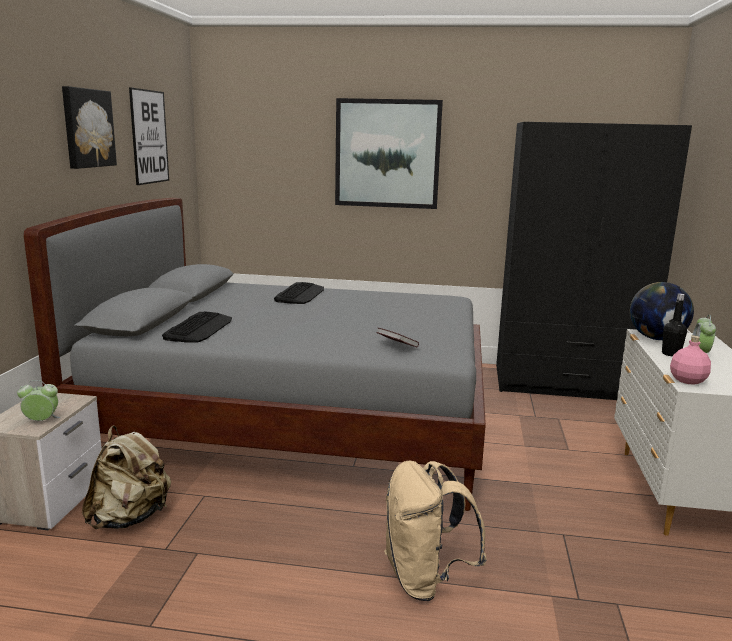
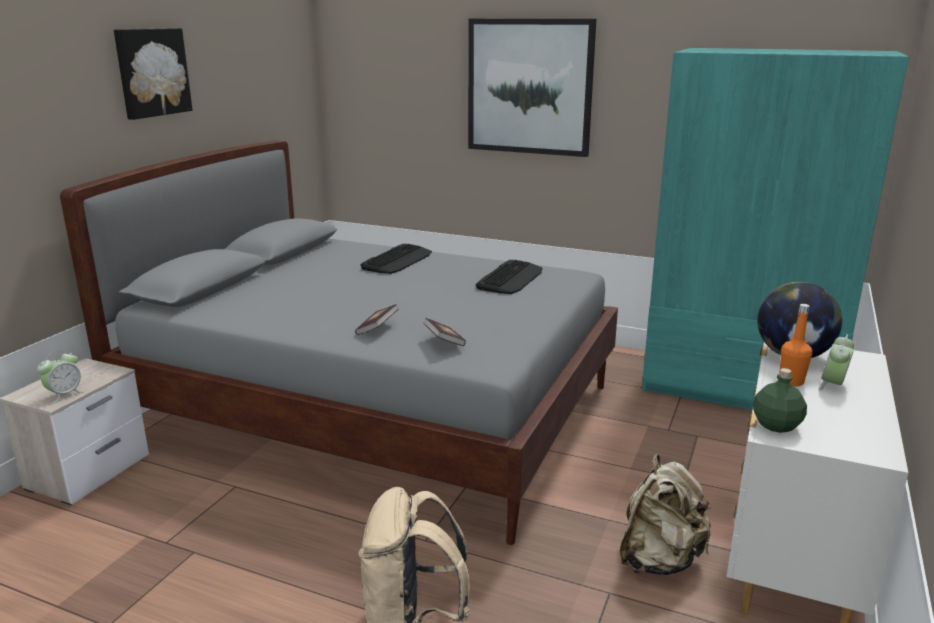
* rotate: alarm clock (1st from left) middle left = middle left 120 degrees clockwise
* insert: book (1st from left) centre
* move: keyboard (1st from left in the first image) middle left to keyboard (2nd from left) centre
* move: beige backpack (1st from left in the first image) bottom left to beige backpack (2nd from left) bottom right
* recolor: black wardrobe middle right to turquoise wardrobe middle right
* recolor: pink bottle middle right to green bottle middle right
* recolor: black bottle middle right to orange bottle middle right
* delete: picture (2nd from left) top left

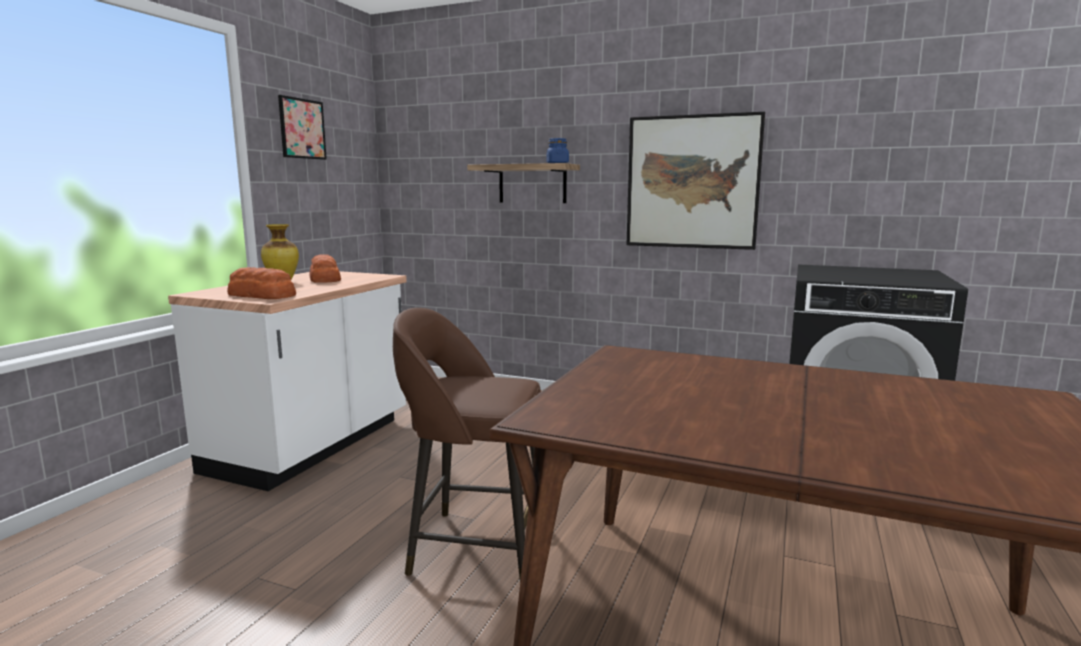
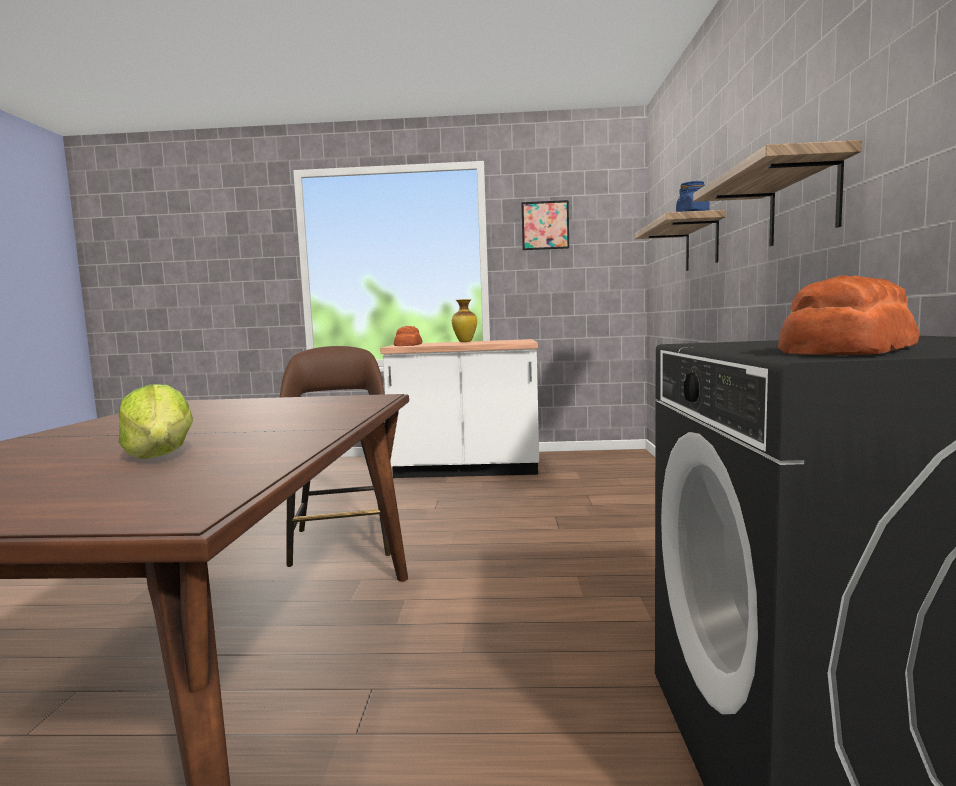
* insert: lettuce middle left
* replace: picture (2nd from left) top centre to shelf (2nd from left) top right
* move: bread (2nd from left) middle left to middle right

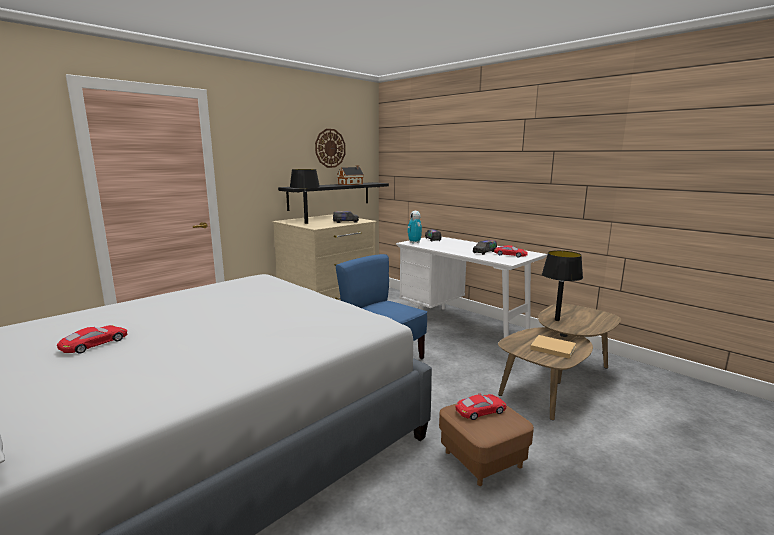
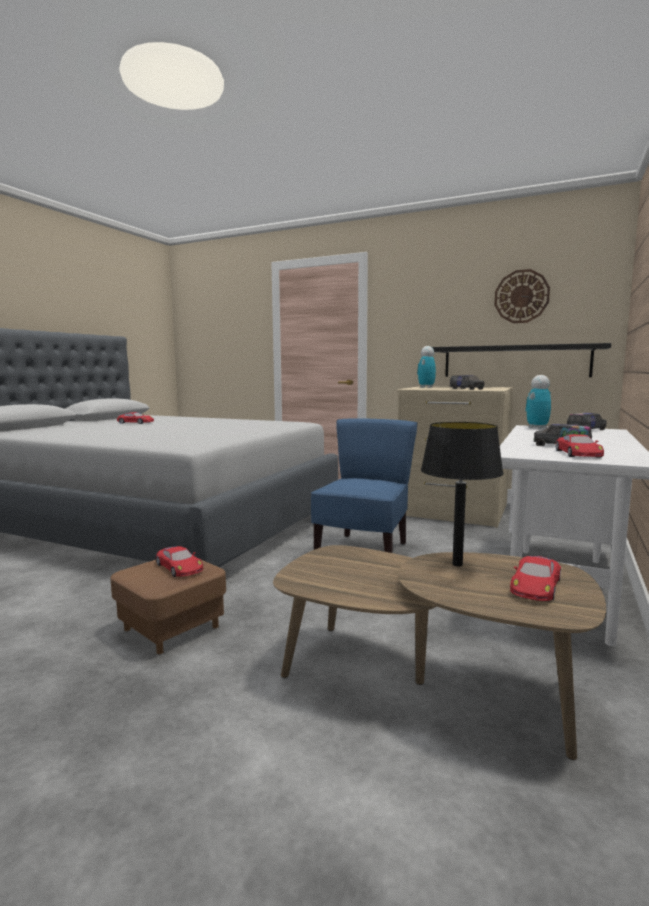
* replace: black table lamp (1st from left) centre to toy robot (1st from left) centre
* insert: red toy car (3rd from left) middle right
* delete: toy house top centre
* delete: beige book middle right

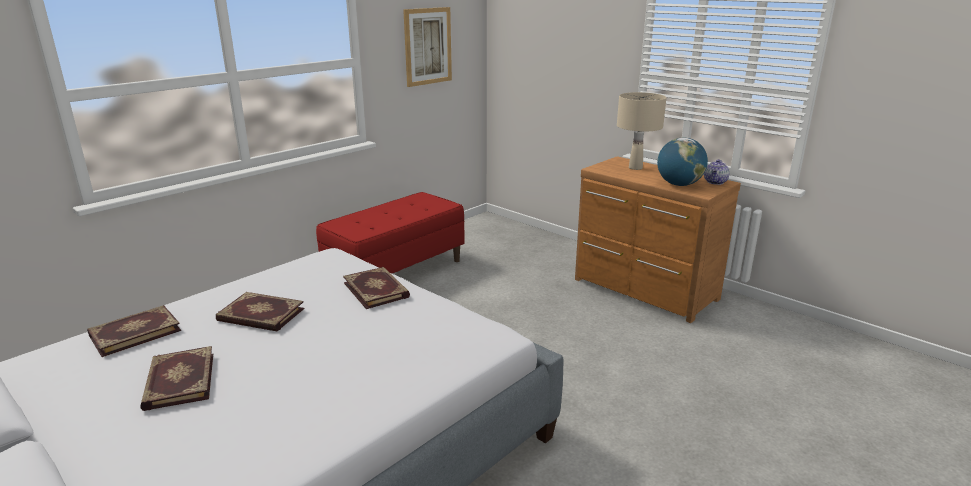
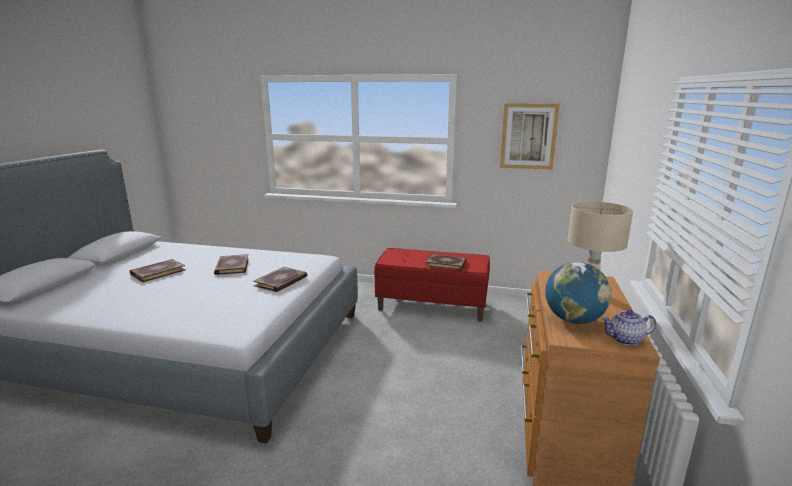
* move: book (1st from left in the first image) bottom left to book (4th from left) centre

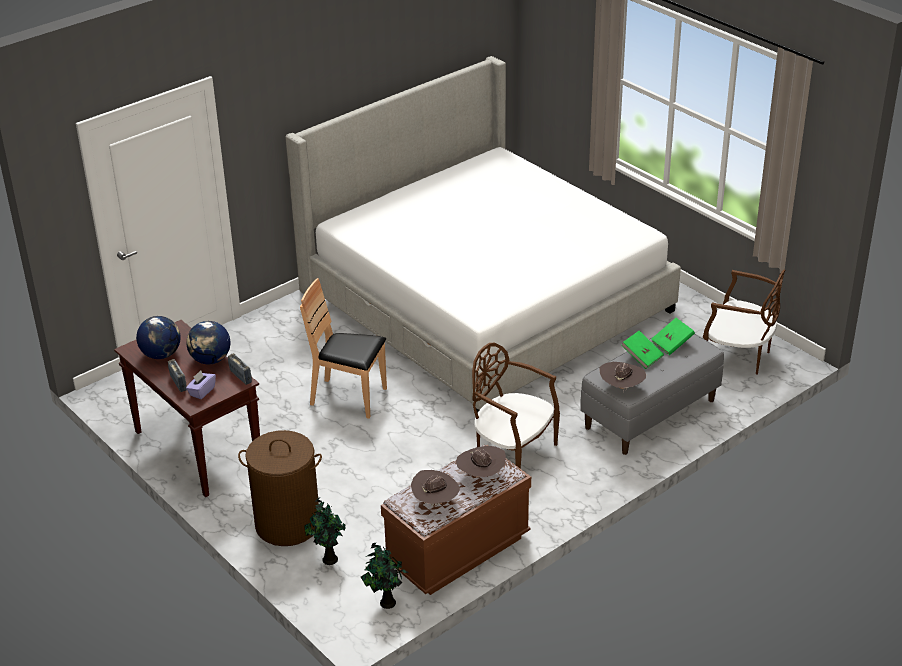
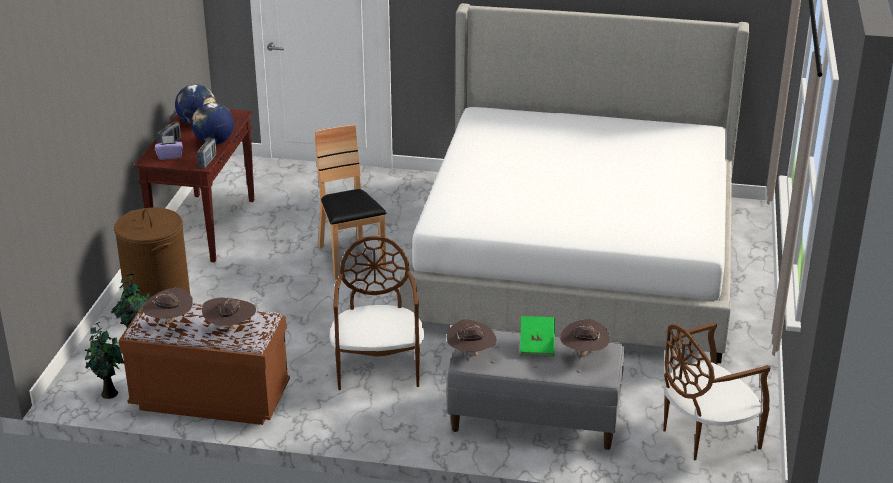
* replace: green book (2nd from left) middle right to brown hat (4th from left) bottom centre
* rotate: brown chair (3rd from left) middle right = bottom right 75 degrees clockwise

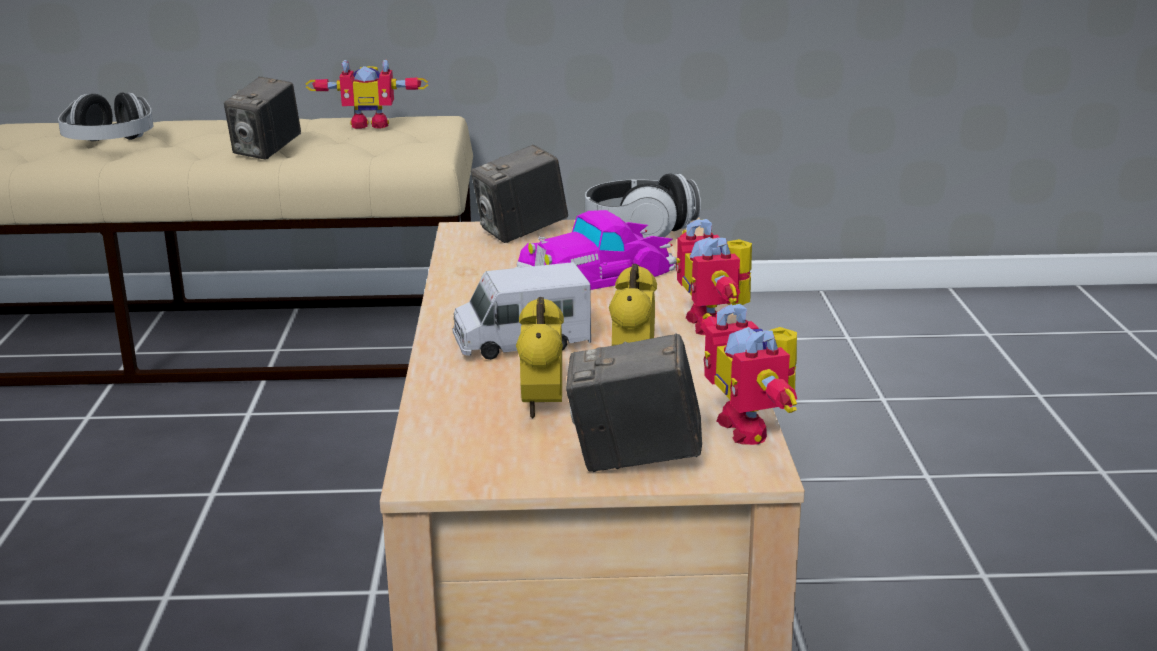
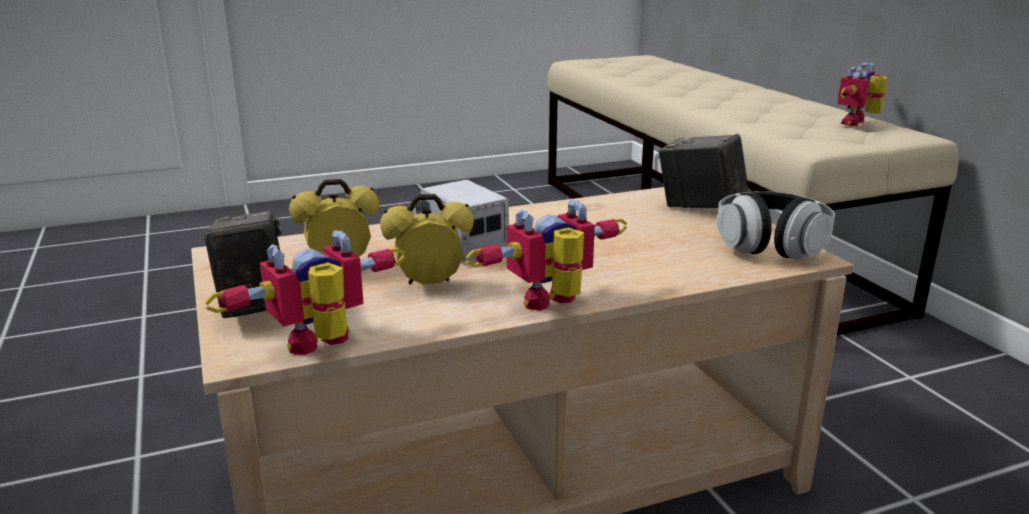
* rotate: toy robot (1st from left in the first image) top left = top right 60 degrees clockwise
* delete: headphones (1st from left) top left
* delete: photo camera (1st from left) top left
* delete: toy car centre

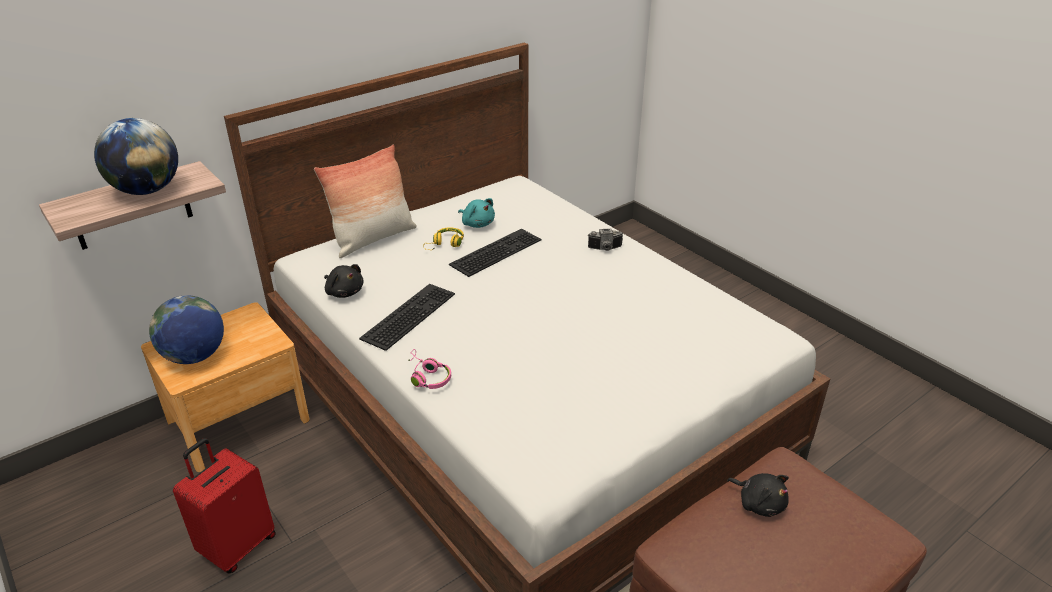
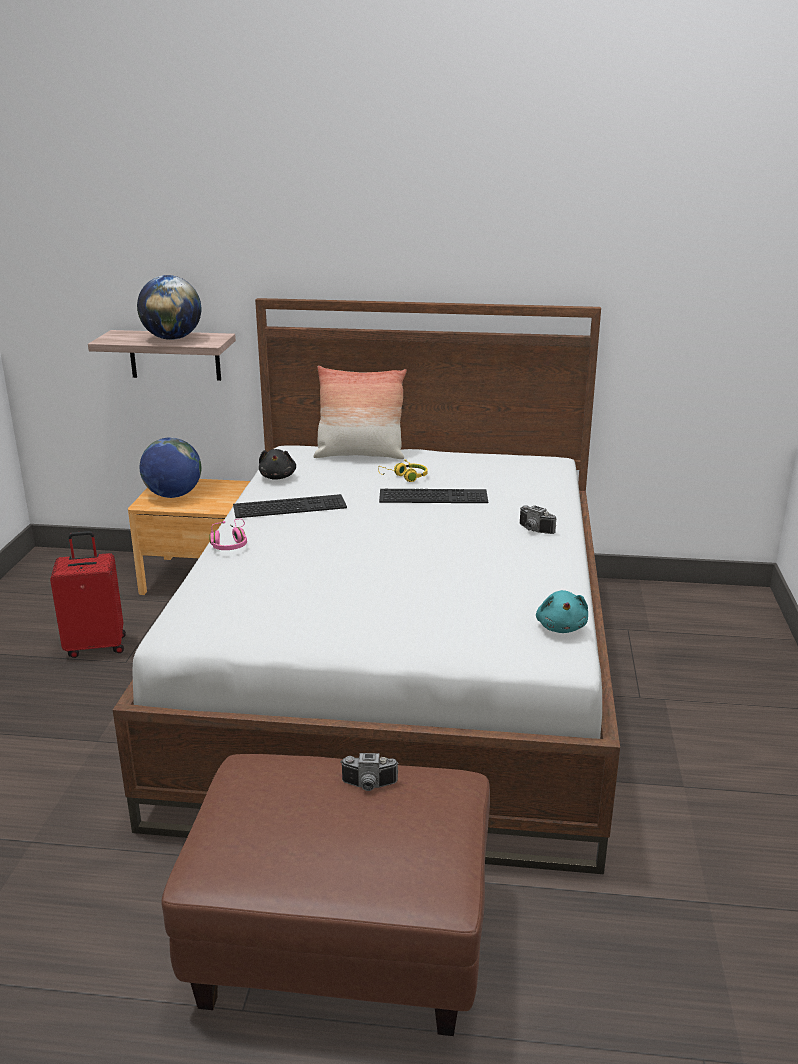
* replace: black plush toy (2nd from left) bottom right to photo camera (1st from left) bottom centre
* move: turquoise plush toy centre to middle right

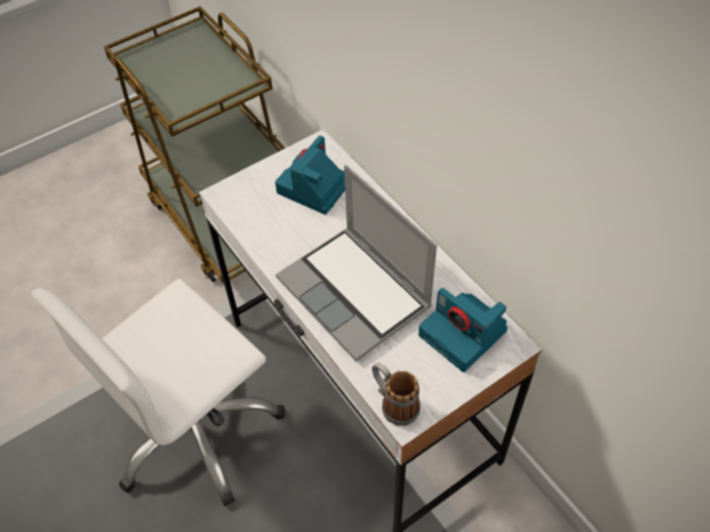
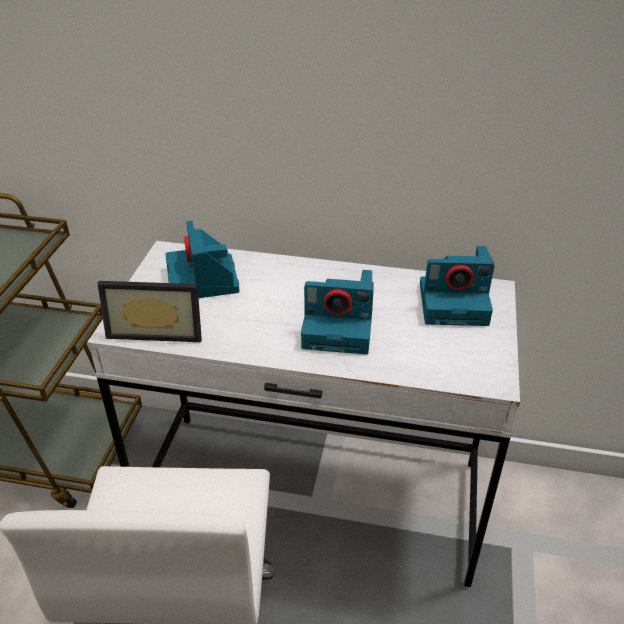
* insert: picture frame middle left
* replace: laptop centre to photo camera (2nd from left) centre
* delete: mug bottom centre

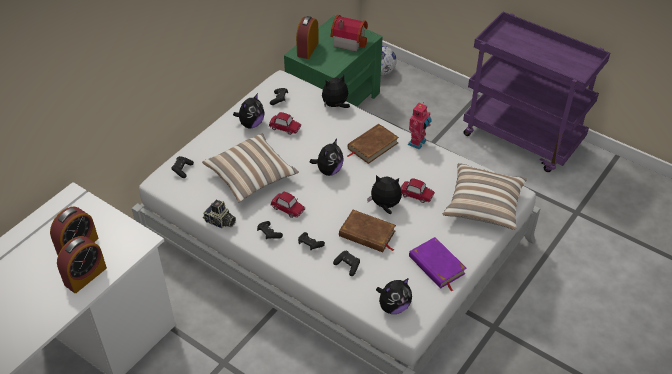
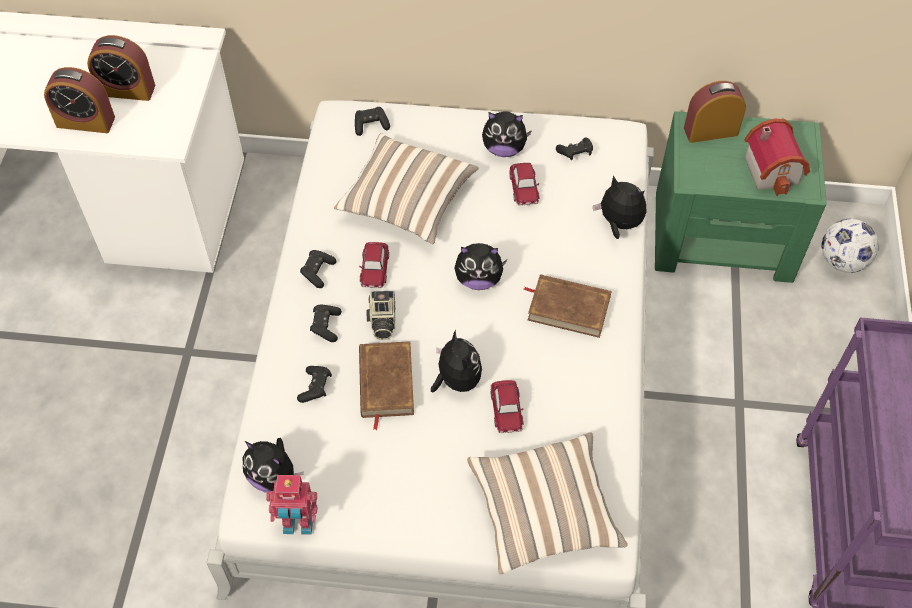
* move: toy robot centre to bottom left
* move: photo camera middle left to centre
* delete: purple book bottom centre

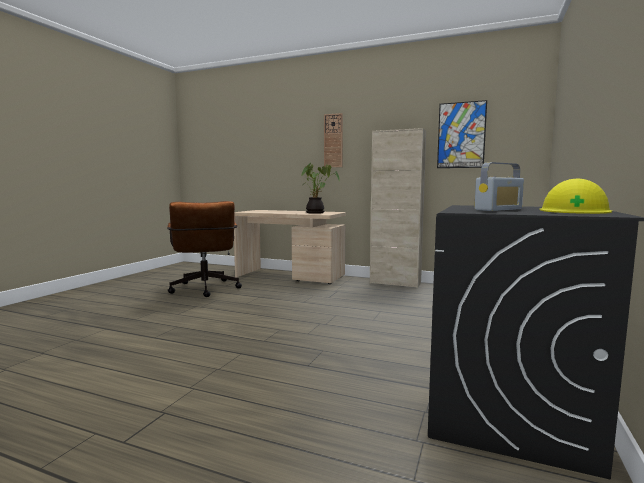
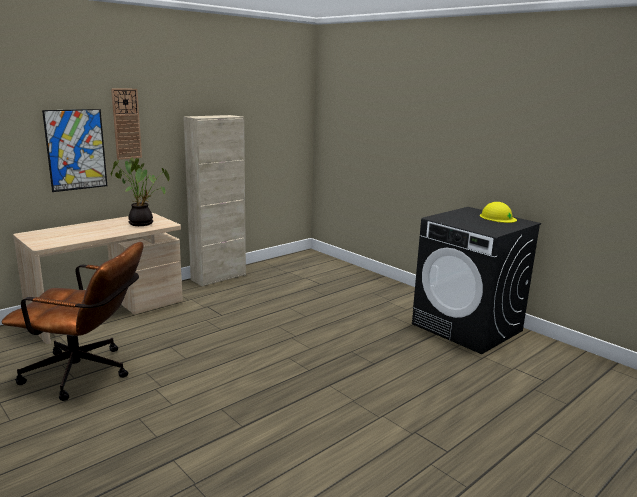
* move: picture top right to top left
* delete: radio middle right

